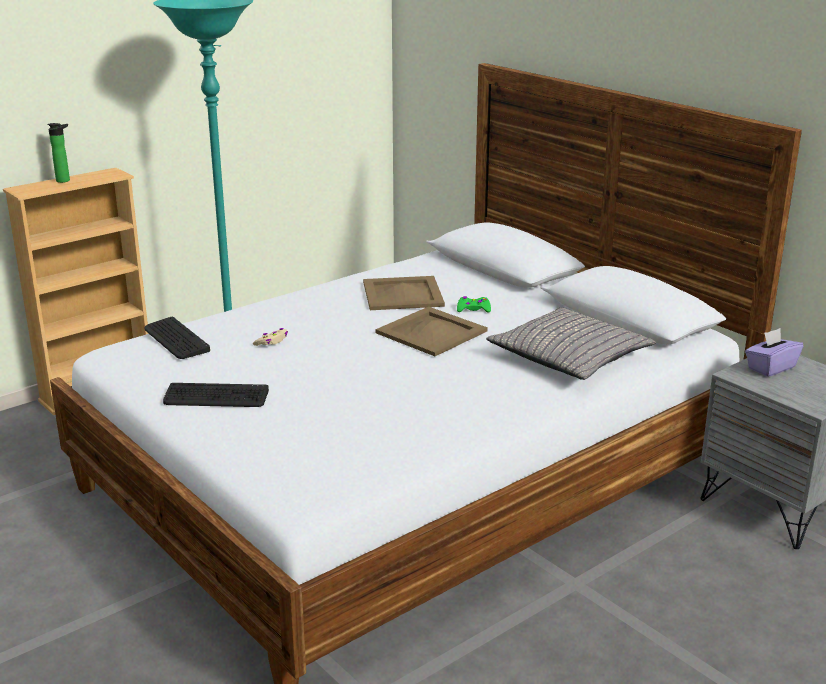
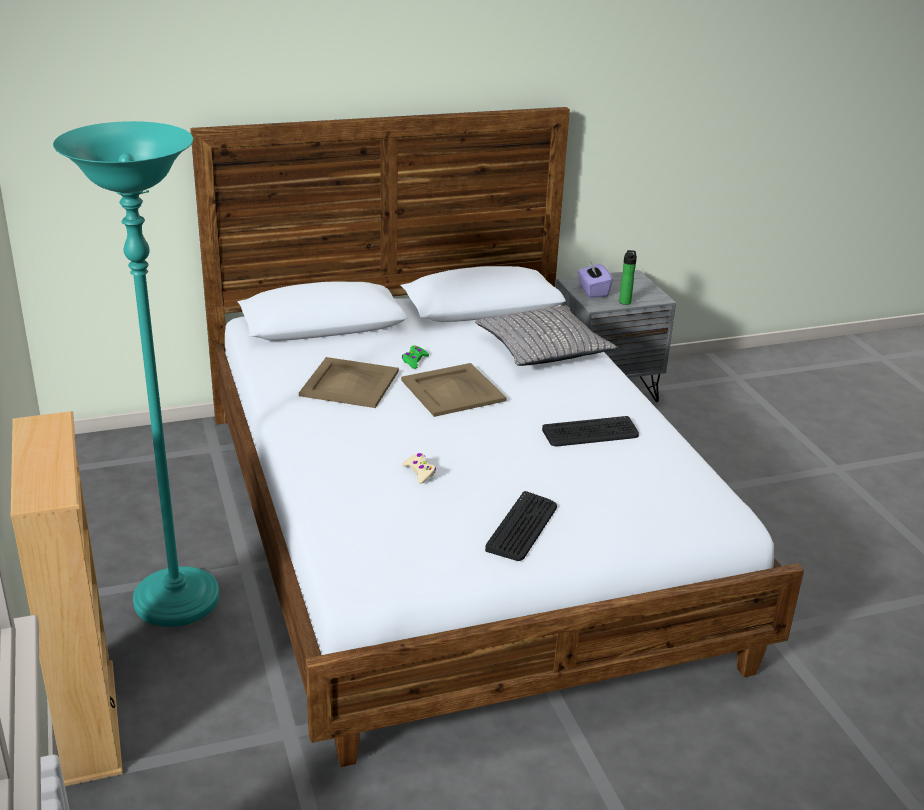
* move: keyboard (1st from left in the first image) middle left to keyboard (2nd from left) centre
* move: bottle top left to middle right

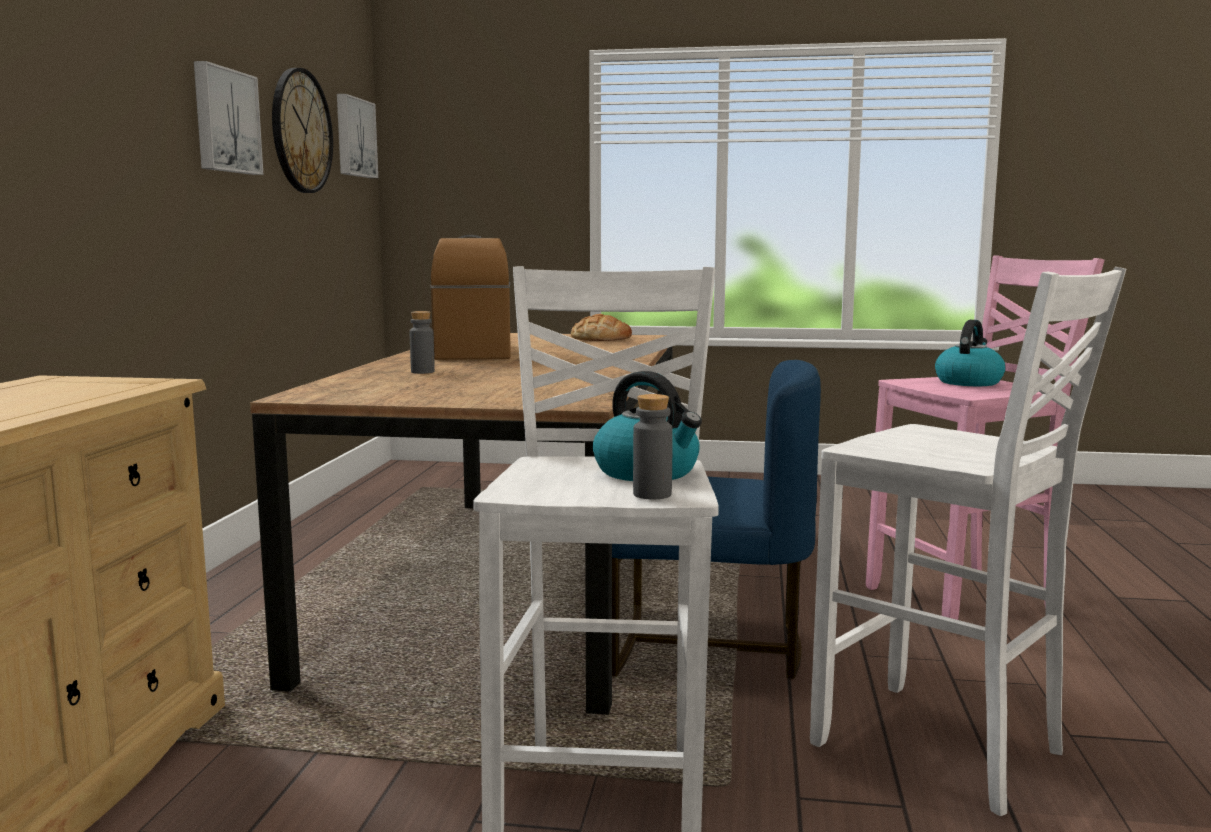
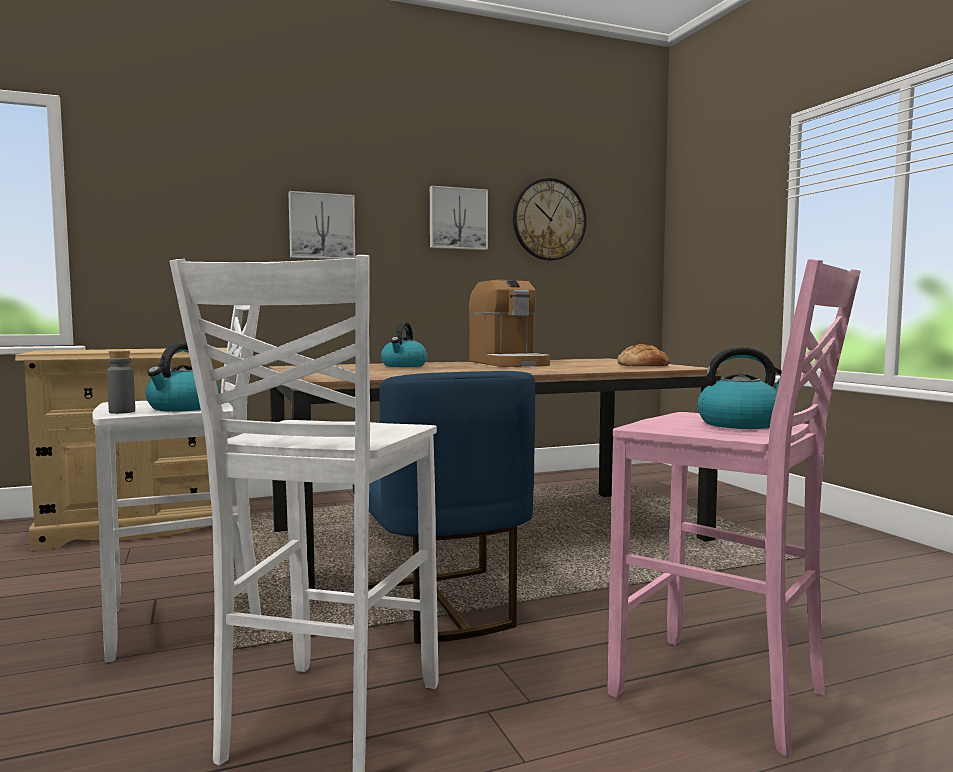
* move: picture (2nd from left in the first image) top left to picture (1st from left) top centre
* replace: grey bottle (1st from left) centre to kettle (2nd from left) centre
* rotate: coffee machine centre = centre 105 degrees clockwise

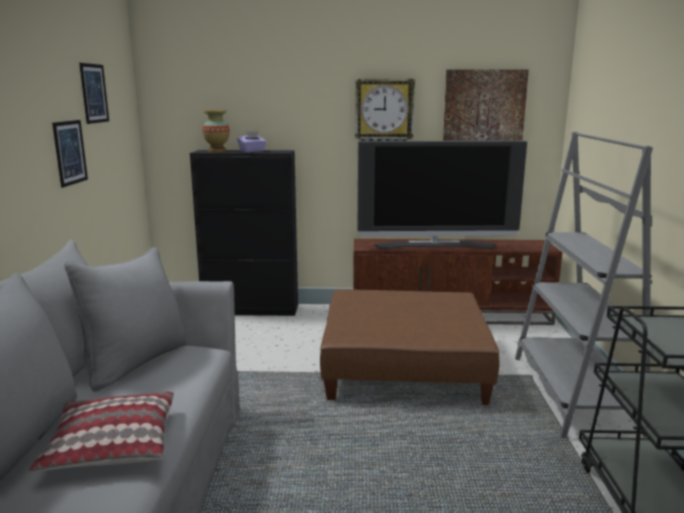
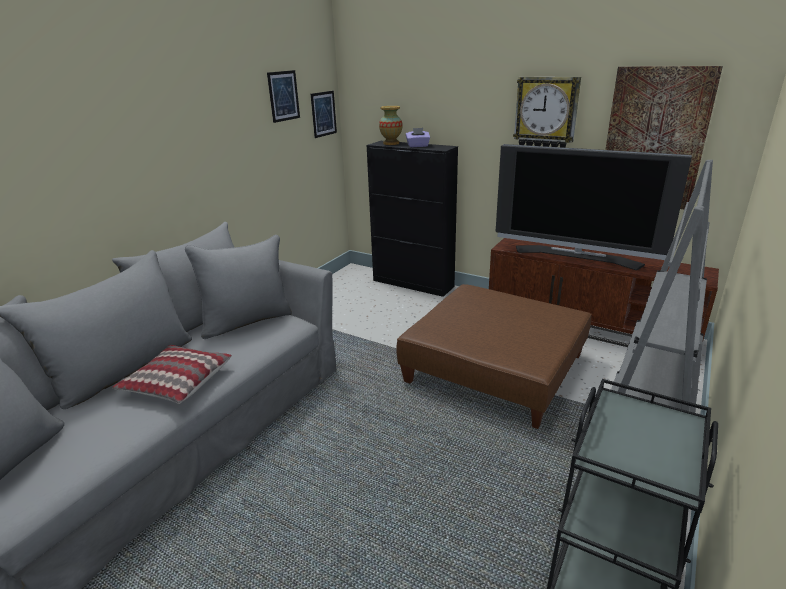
* move: picture (1st from left in the first image) top left to picture (2nd from left) top centre

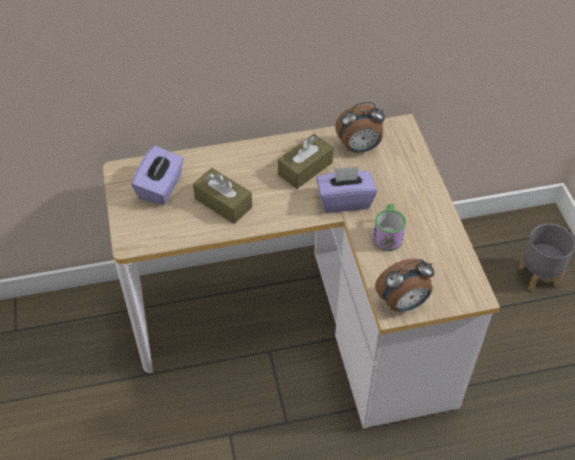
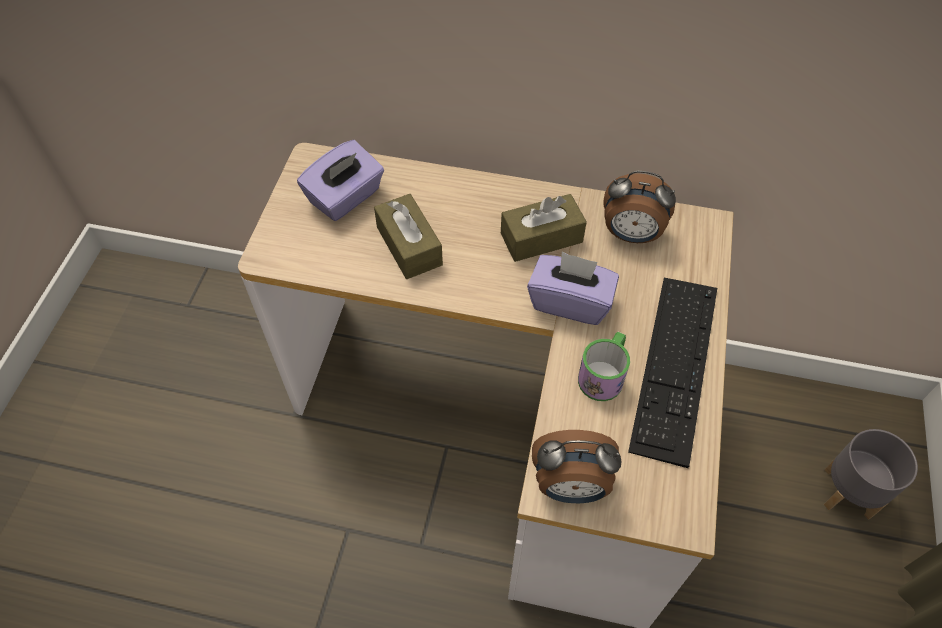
* insert: keyboard middle right

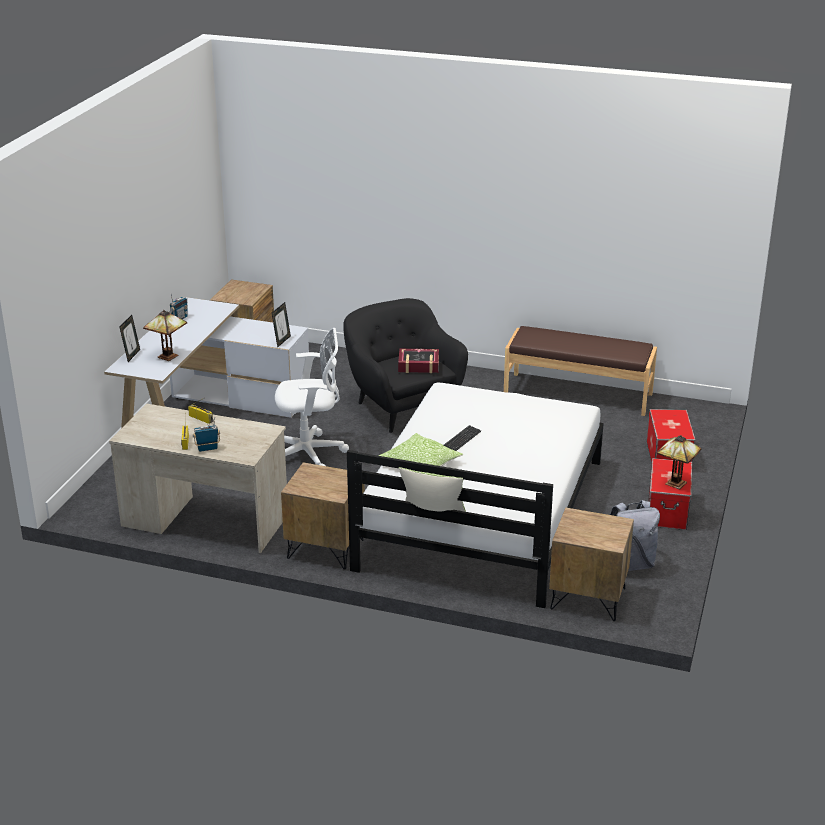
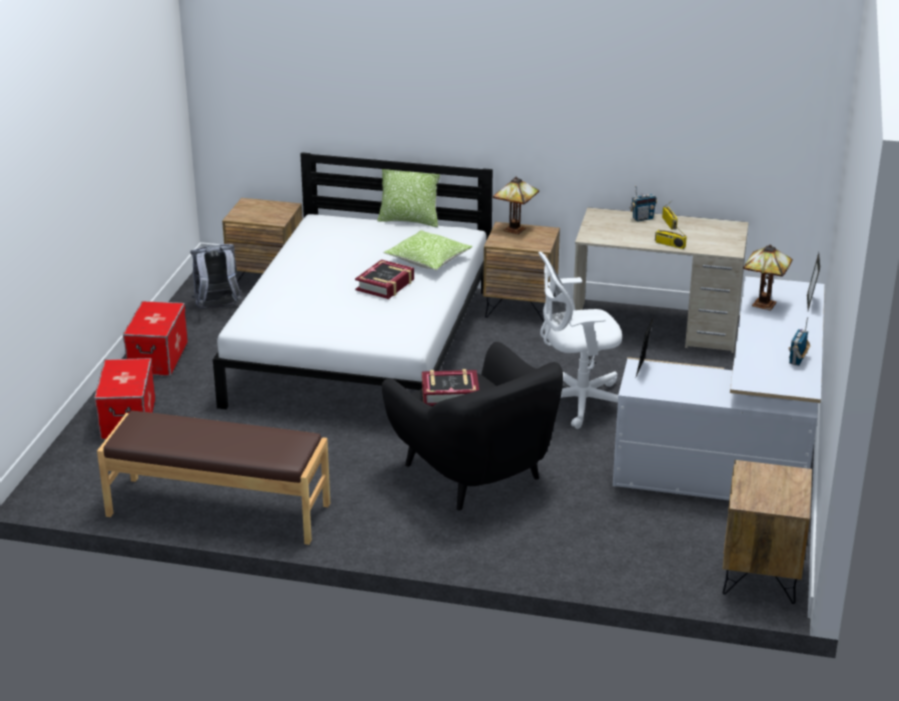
* replace: keyboard centre to book (1st from left) centre
* move: table lamp (2nd from left in the first image) middle right to table lamp (1st from left) top centre

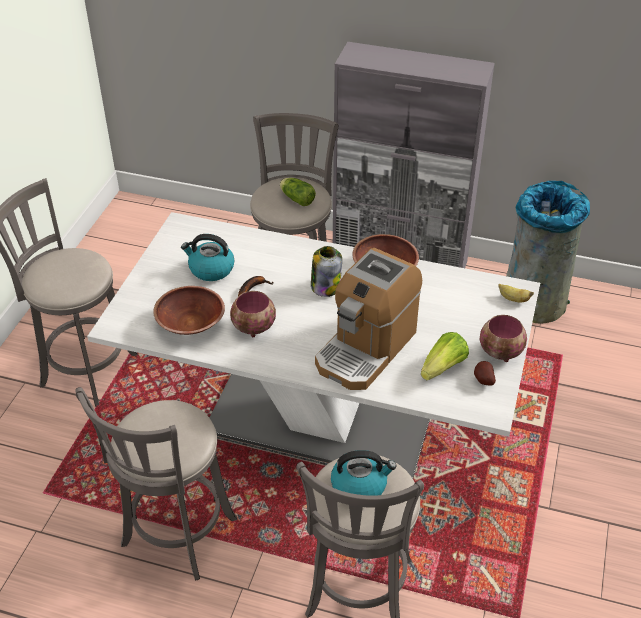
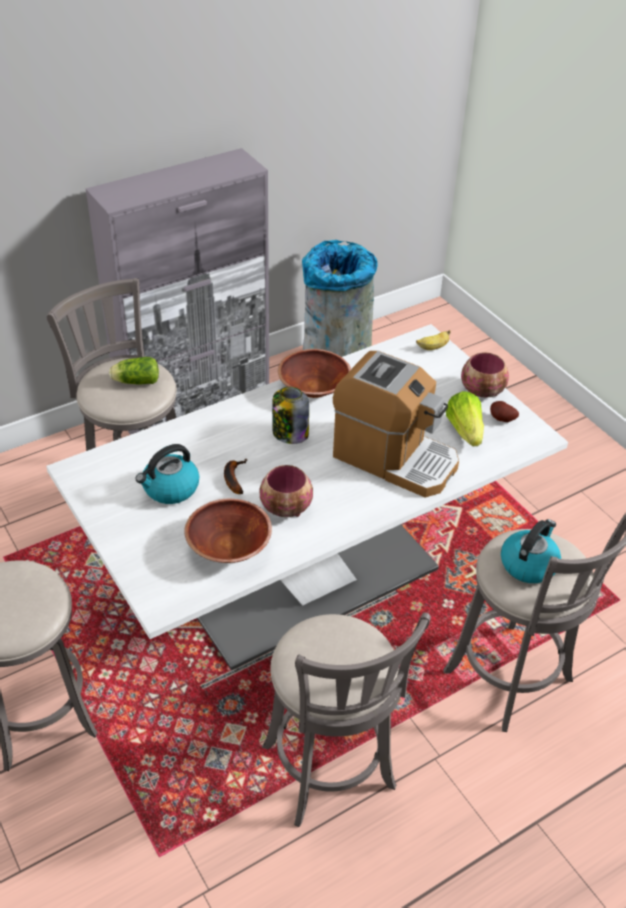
* rotate: coffee machine centre = centre 45 degrees counterclockwise

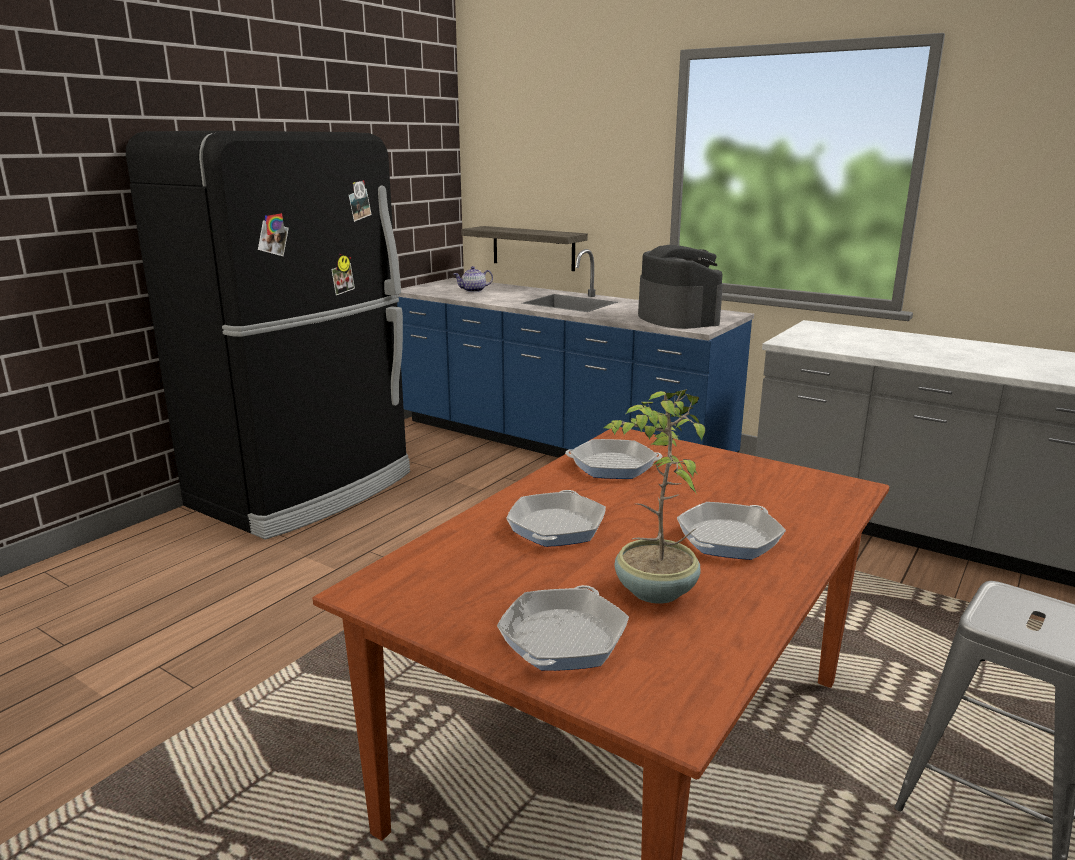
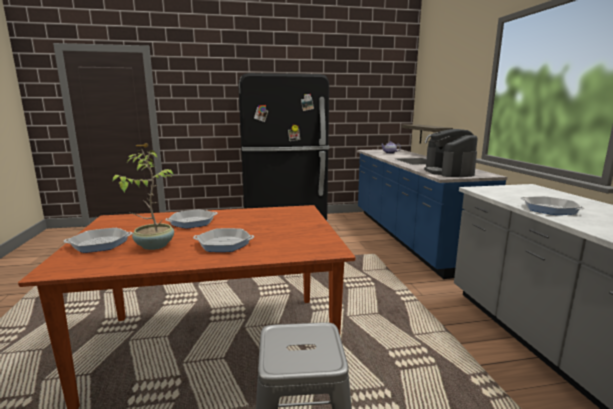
* rotate: coffee machine centre = middle right 150 degrees clockwise
* move: frying pan (3rd from left in the first image) centre to frying pan (4th from left) middle right

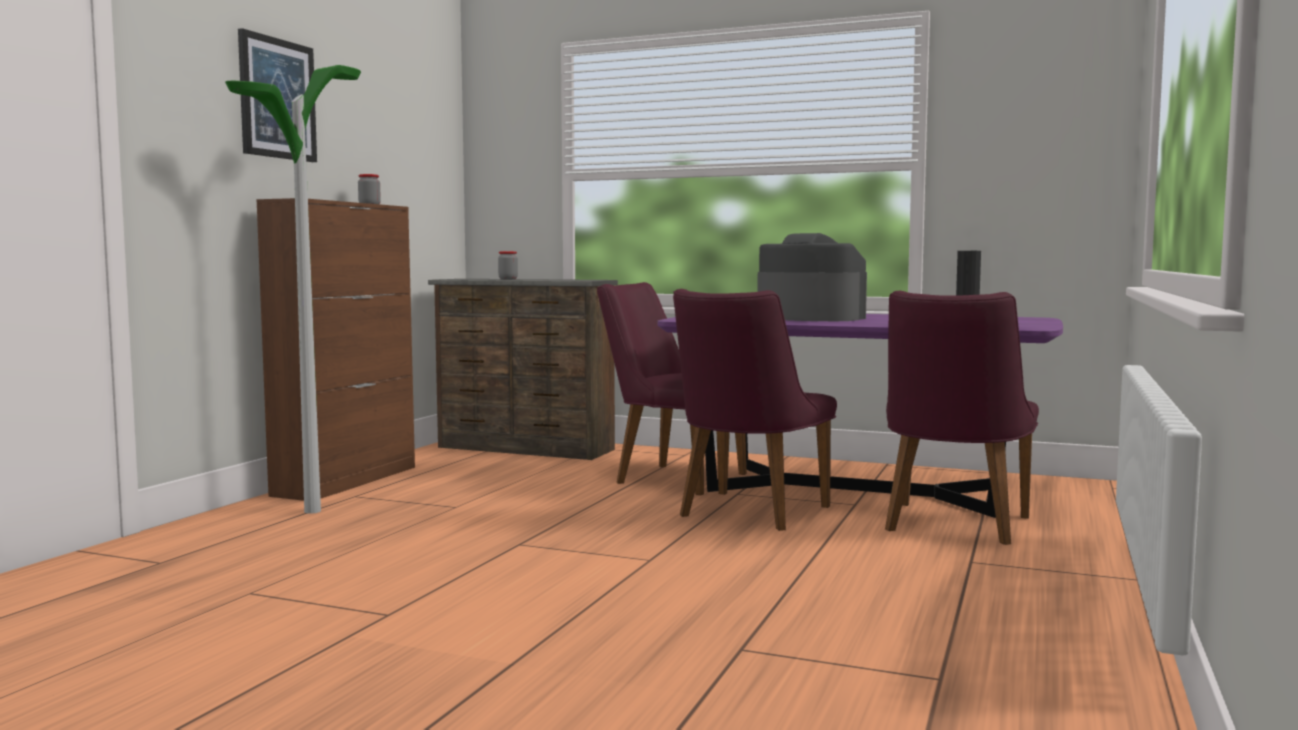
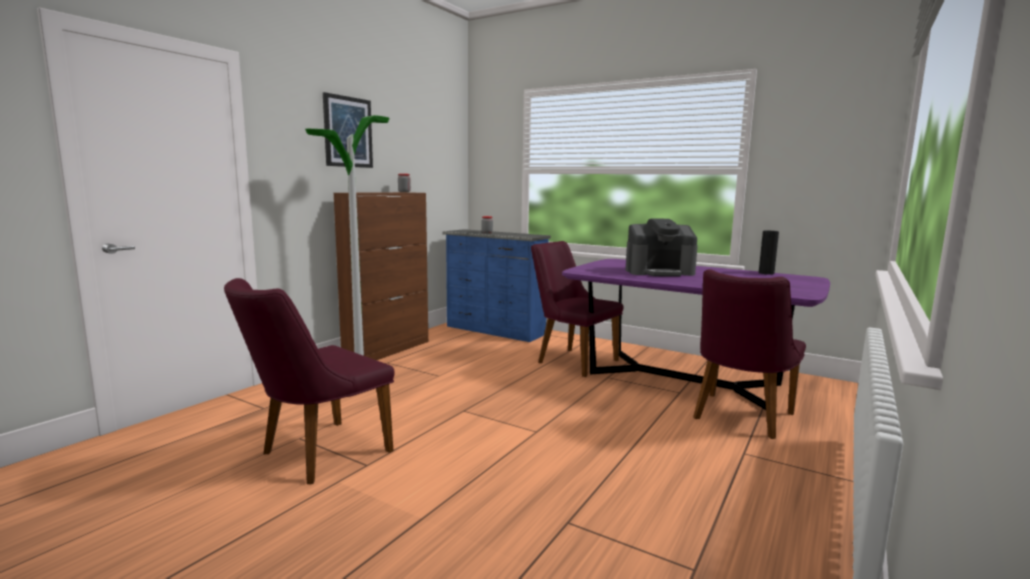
* move: purple chair (2nd from left in the first image) centre to purple chair (1st from left) middle left
* recolor: brown dresser centre to blue dresser centre
* rotate: coffee machine centre = centre 135 degrees clockwise

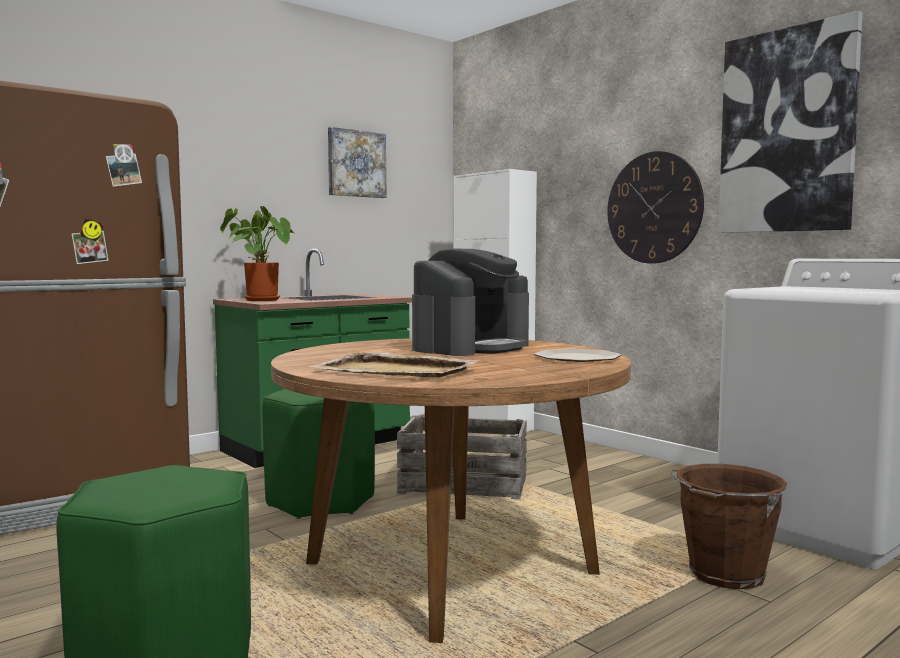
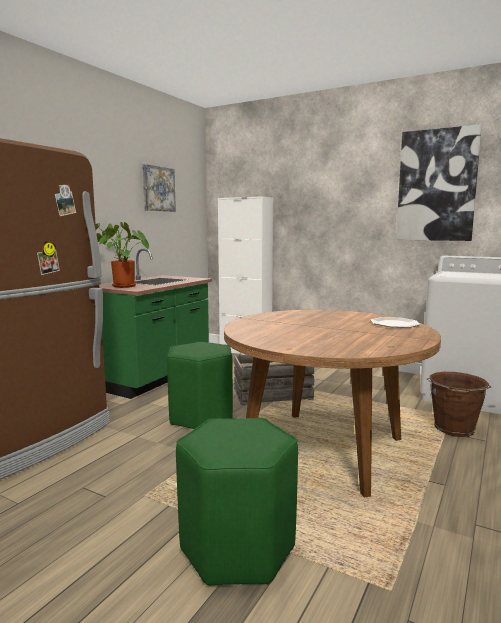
* delete: beige tray centre
* delete: coffee machine centre
* delete: wall clock top right

